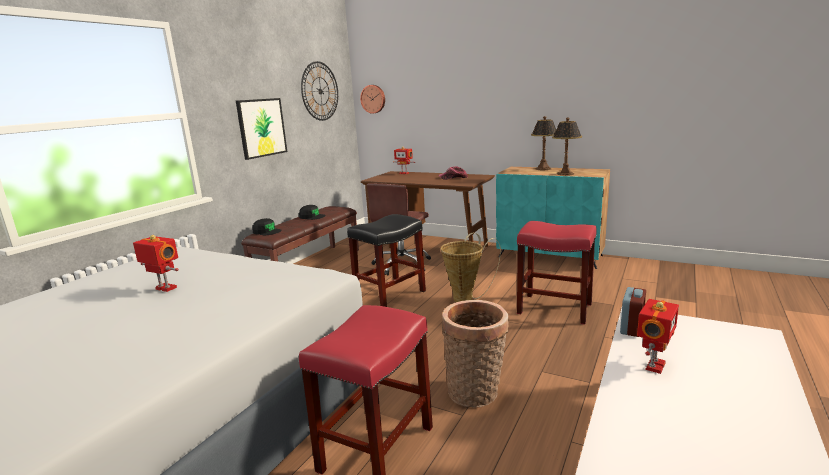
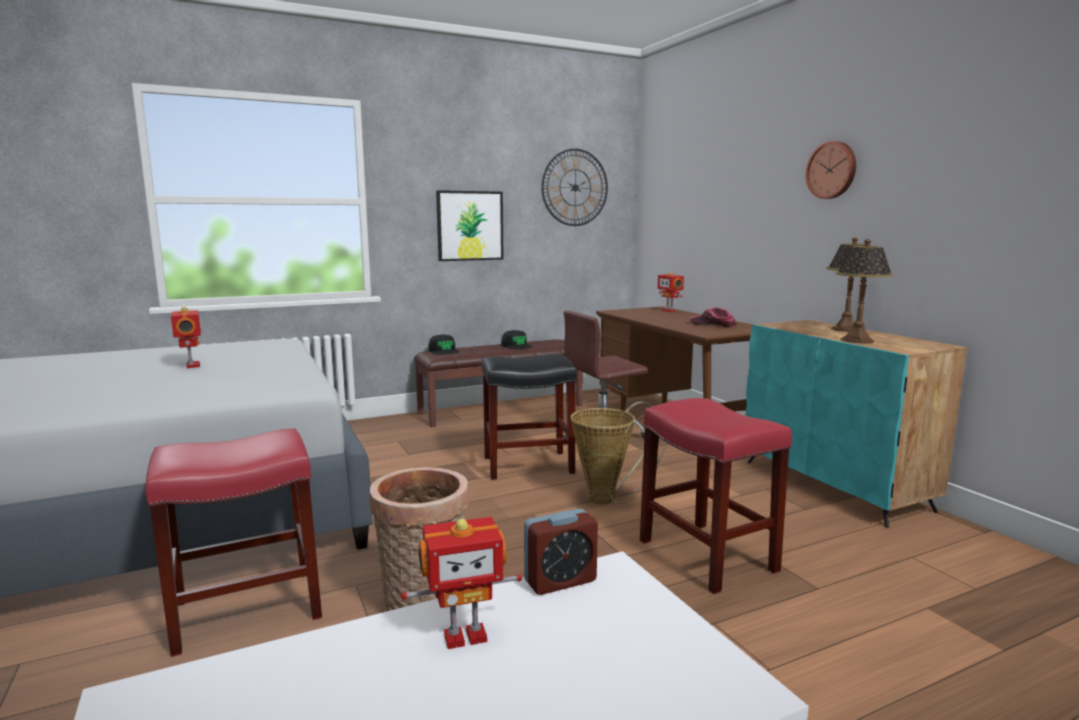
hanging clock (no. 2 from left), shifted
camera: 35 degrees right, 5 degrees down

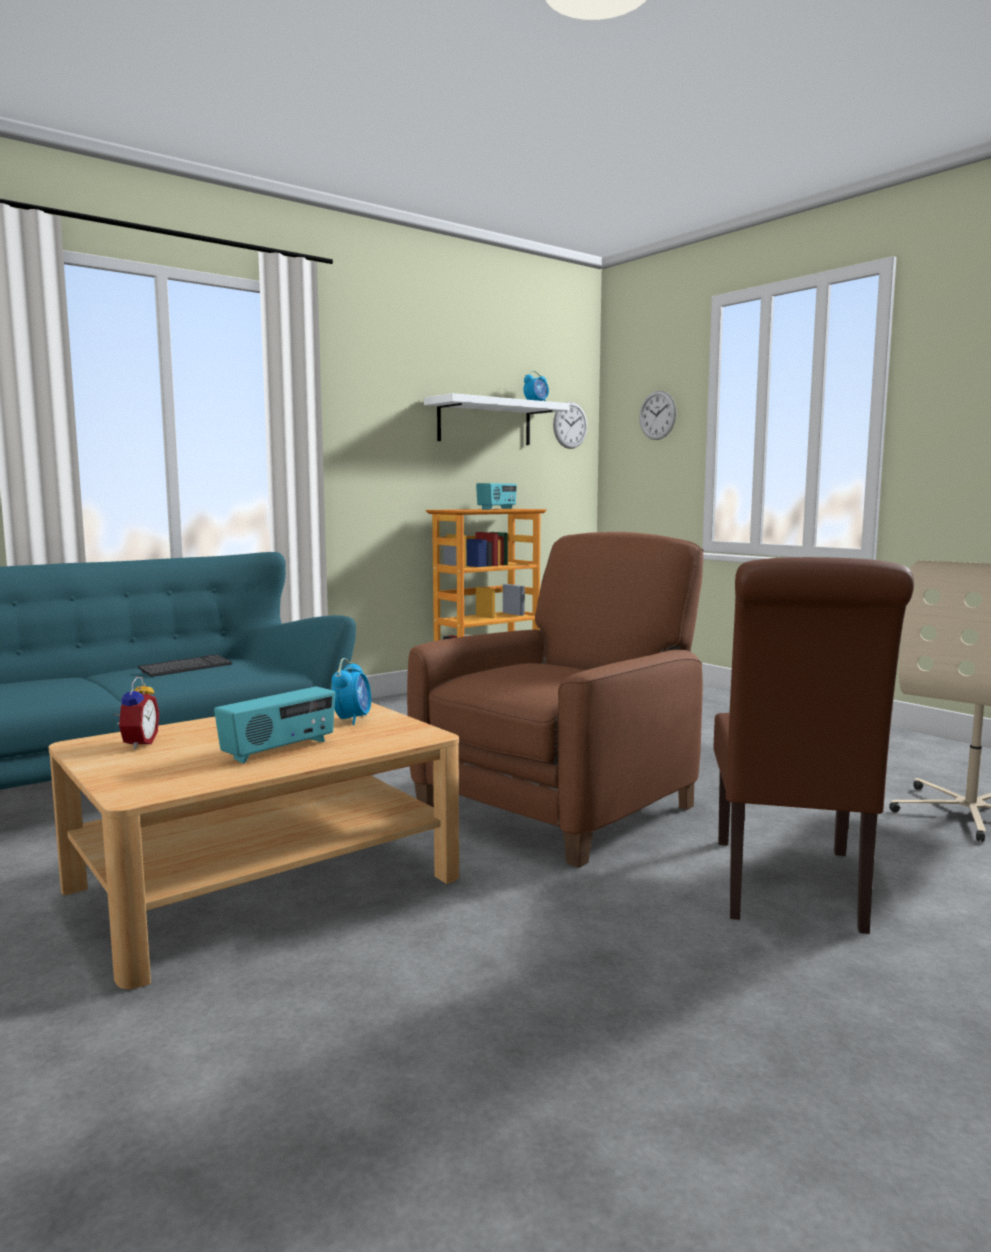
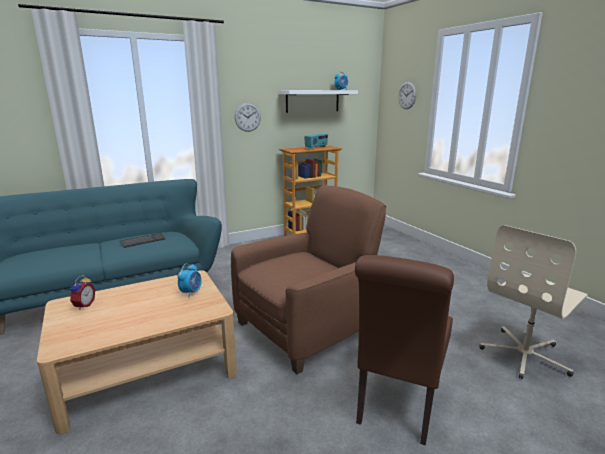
radio (no. 1 from left) => nothing
hanging clock (no. 1 from left), shifted
camera: 10 degrees right, 10 degrees up

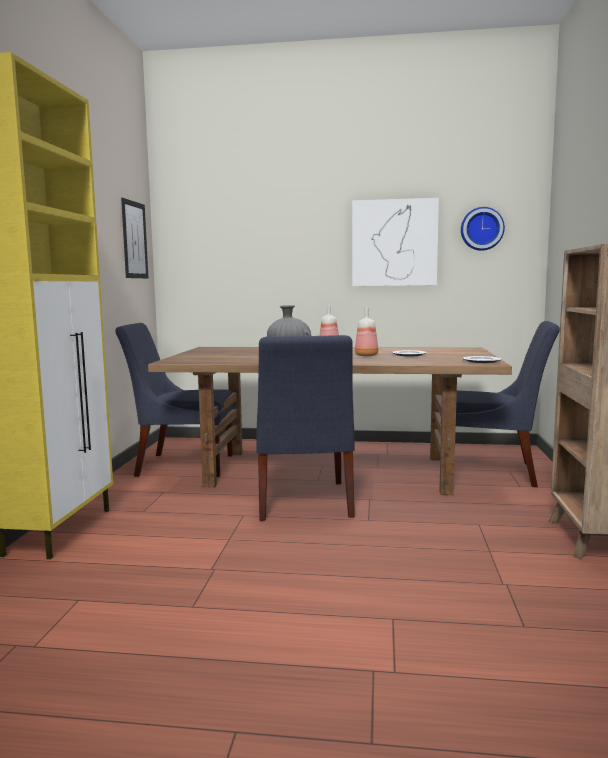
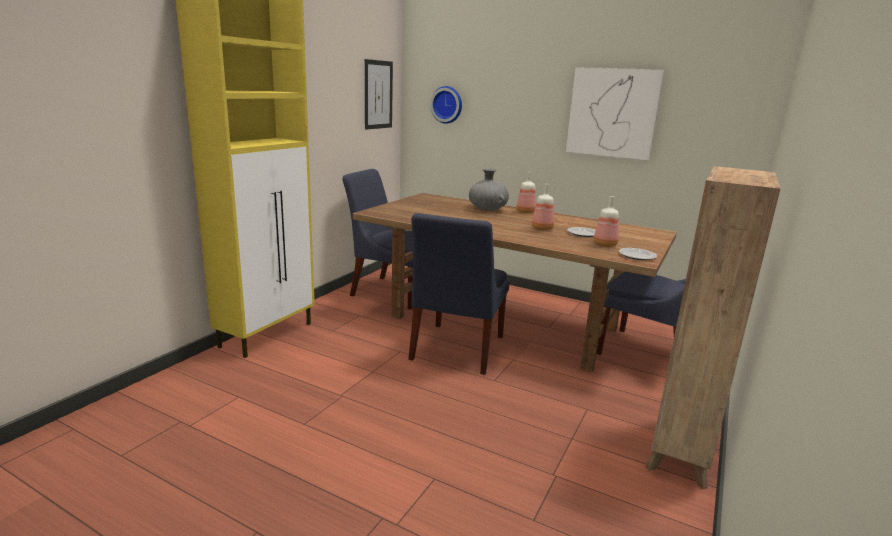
hanging clock, shifted
nothing => beverage bottle (no. 3 from left)
camera: 20 degrees right, 10 degrees up

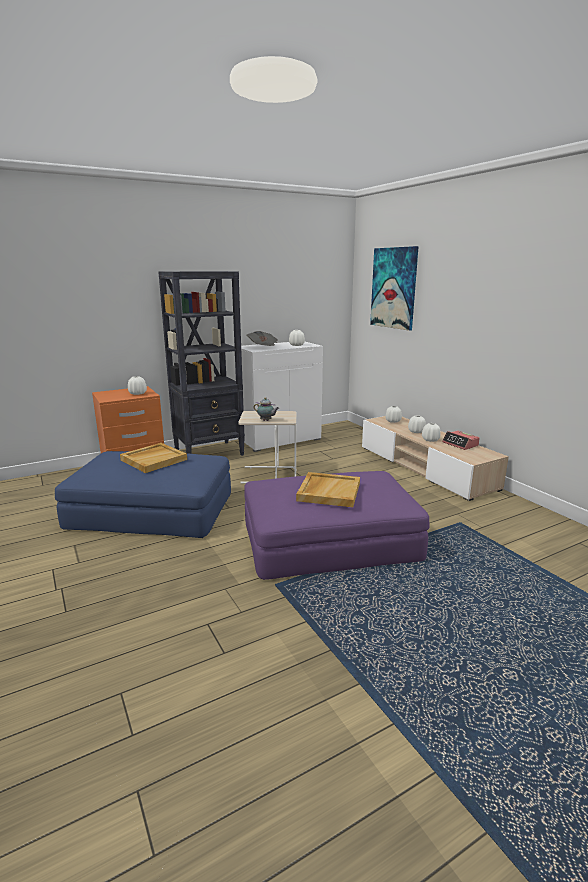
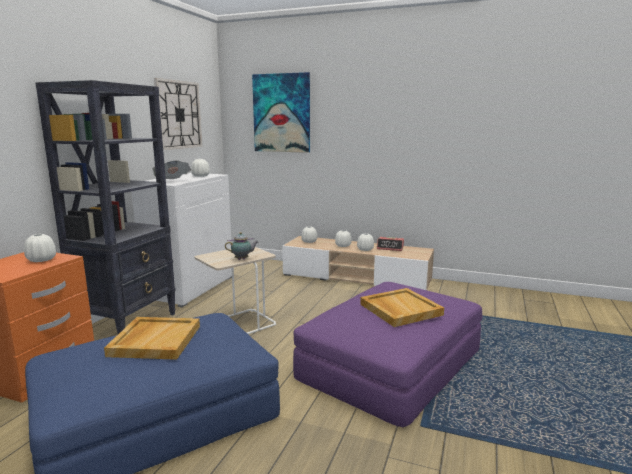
nothing => hanging clock
camera: 40 degrees left, 5 degrees down

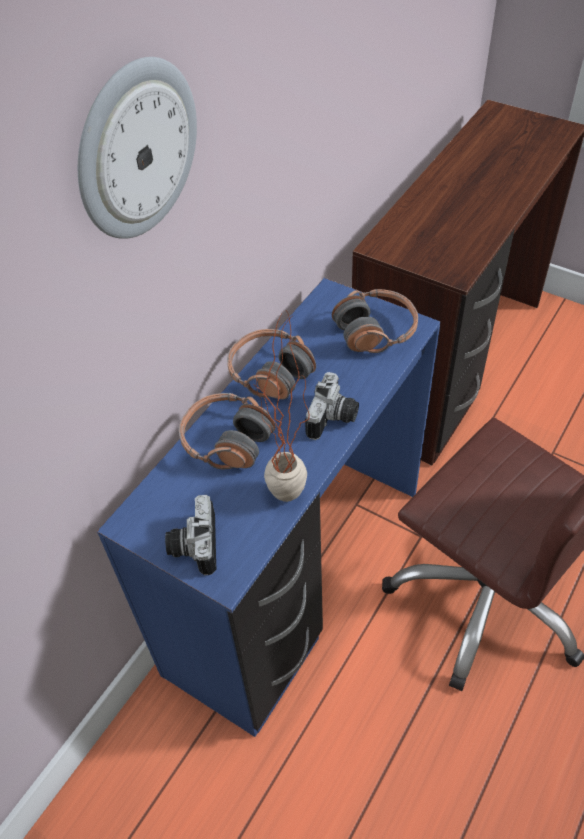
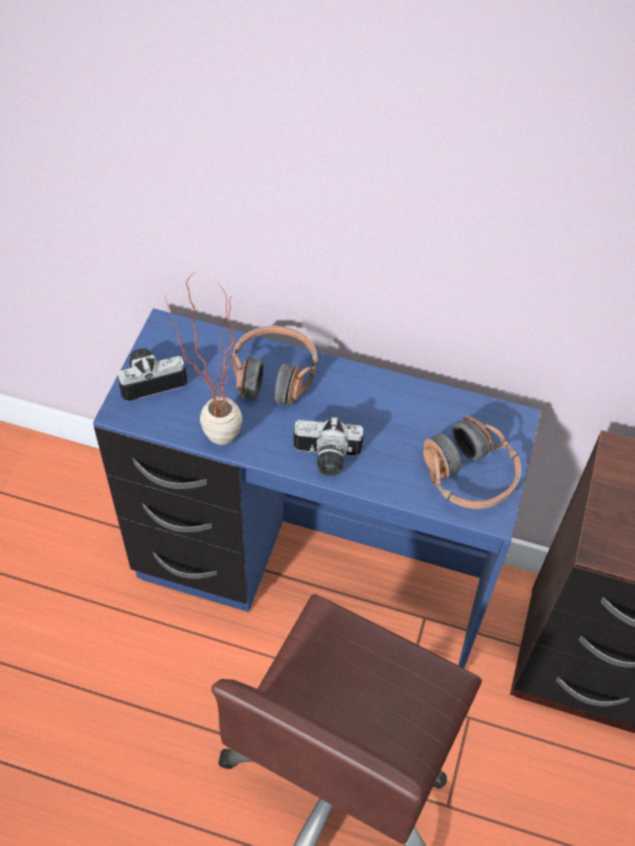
hanging clock => nothing
headset (no. 2 from left) => nothing
camera: 70 degrees right, 5 degrees up

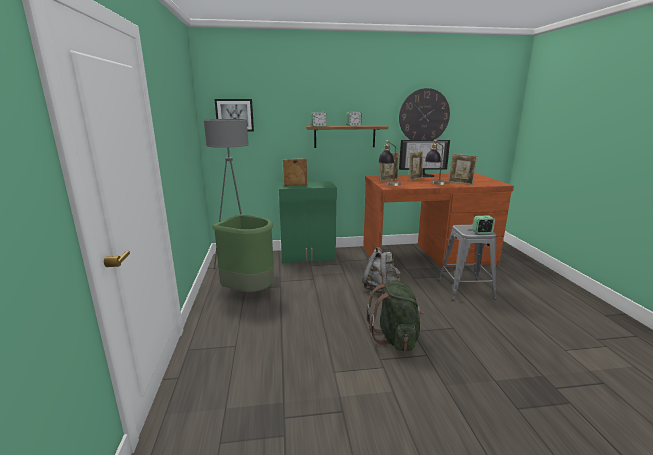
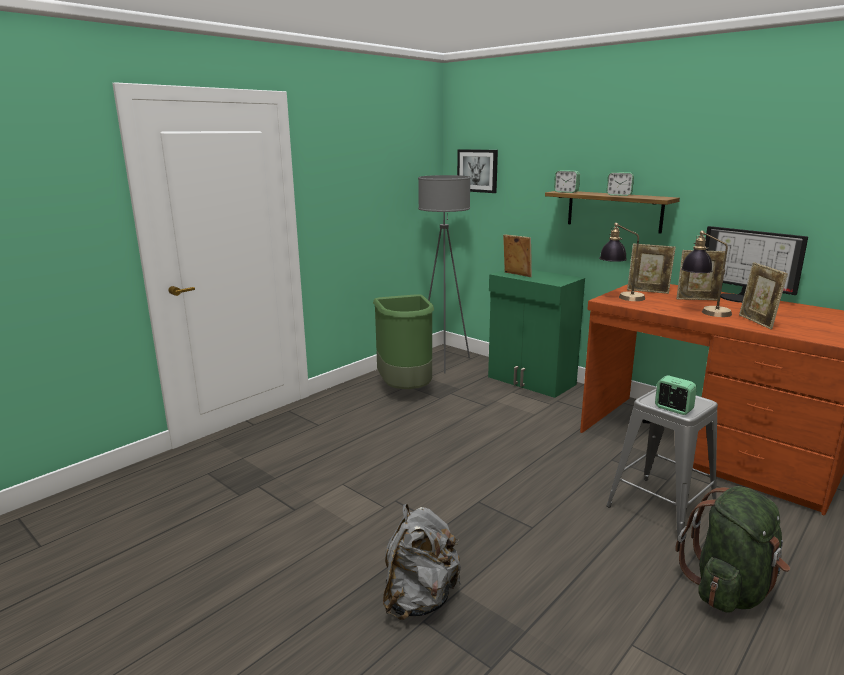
knapsack (greyish), shifted
knapsack (green), shifted
hanging clock => nothing
camera: 50 degrees right, 0 degrees up

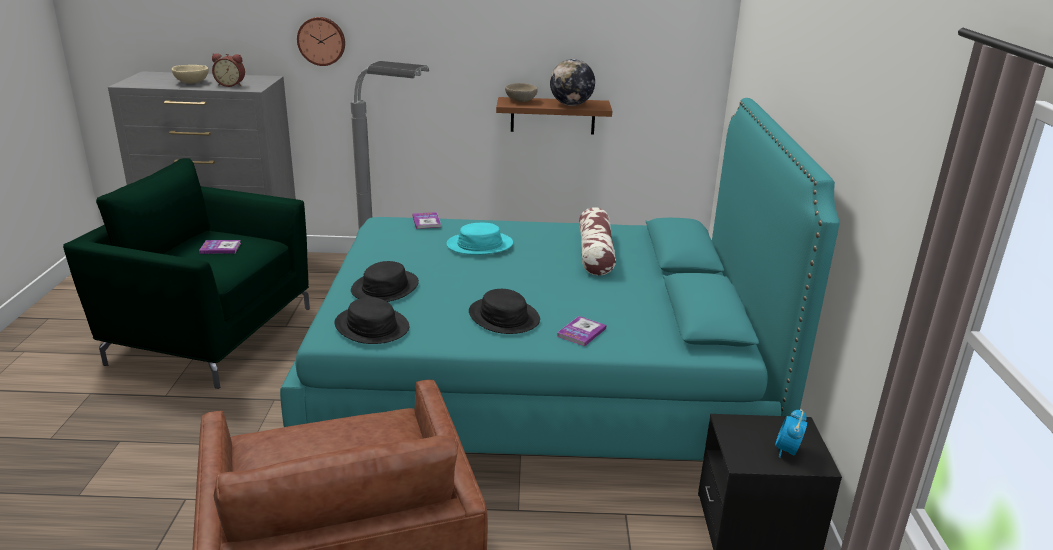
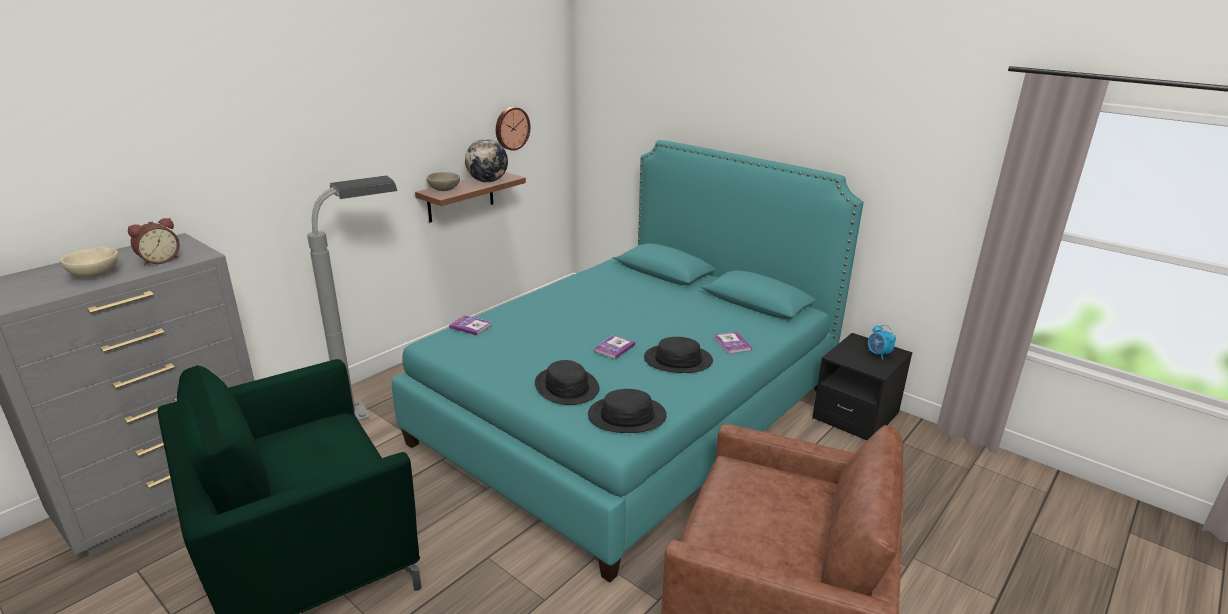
book (no. 1 from left in the first image) => book (no. 2 from left), shifted
hanging clock, shifted
hat (turquoise) => nothing
throw pillow => nothing
camera: 50 degrees left, 0 degrees up

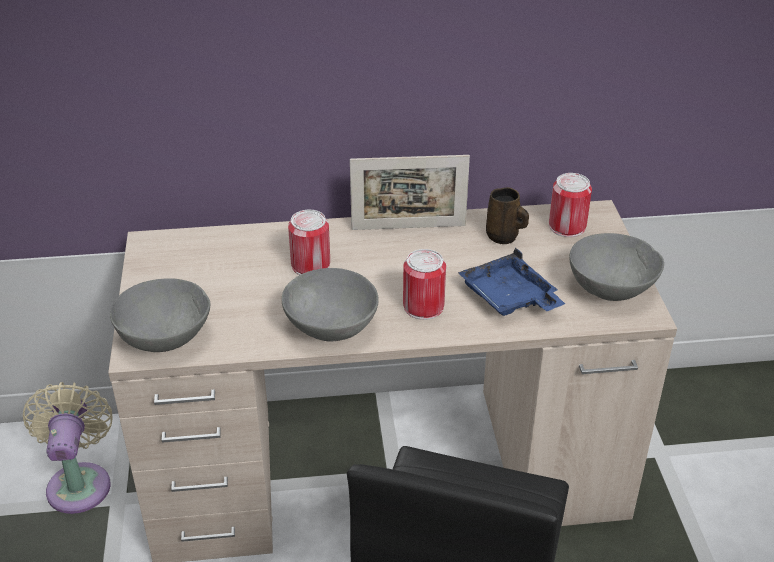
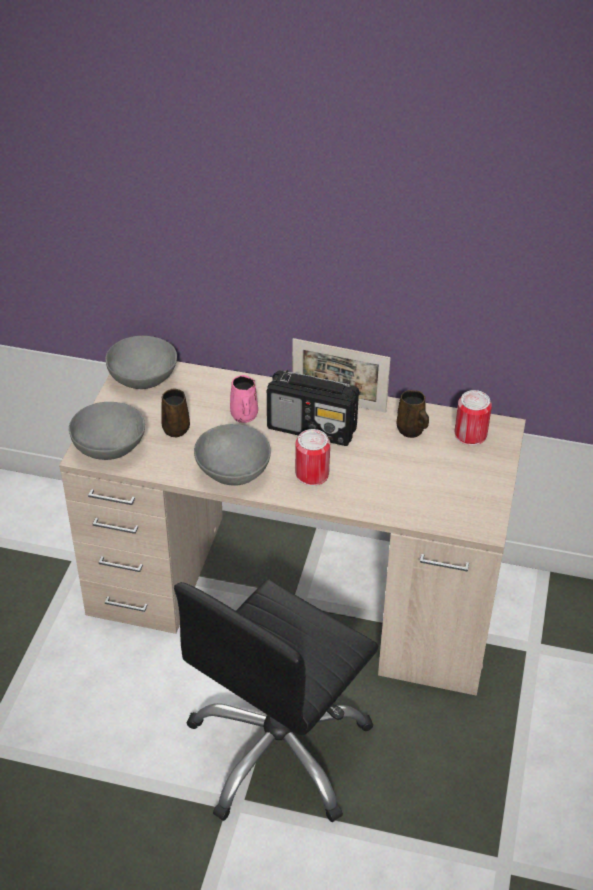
fan (beige-coloured) => nothing
metal can (no. 1 from left) => tea mug (pink-coloured)
carrying tray (bluish) => nothing
bowl (greyish) (no. 3 from left in the first image) => bowl (greyish) (no. 2 from left), shifted
nothing => tea mug (brownish) (no. 1 from left)
nothing => radio
camera: 20 degrees right, 5 degrees up

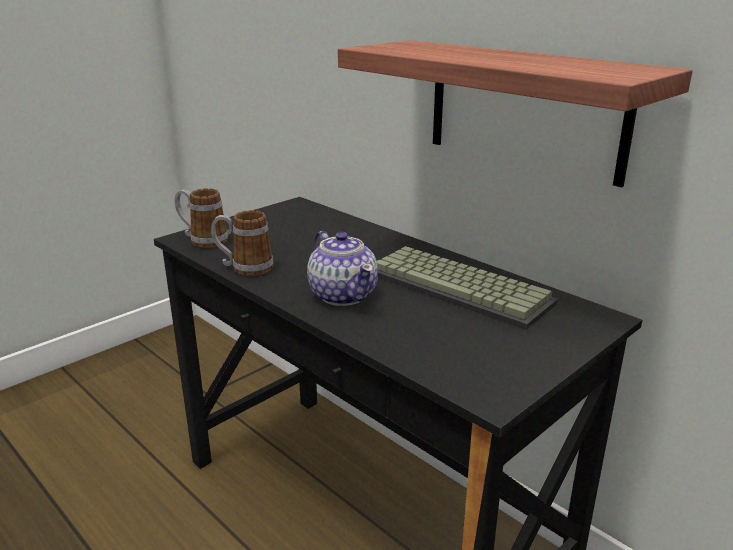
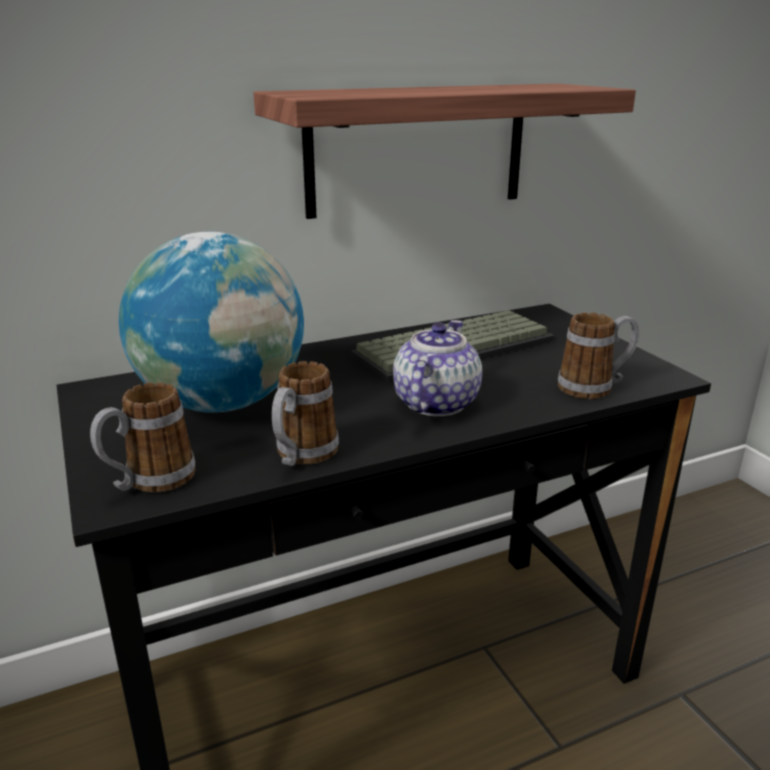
teapot, 60 degrees counterclockwise
nothing => desk globe
nothing => tea mug (no. 3 from left)
camera: 70 degrees left, 0 degrees up

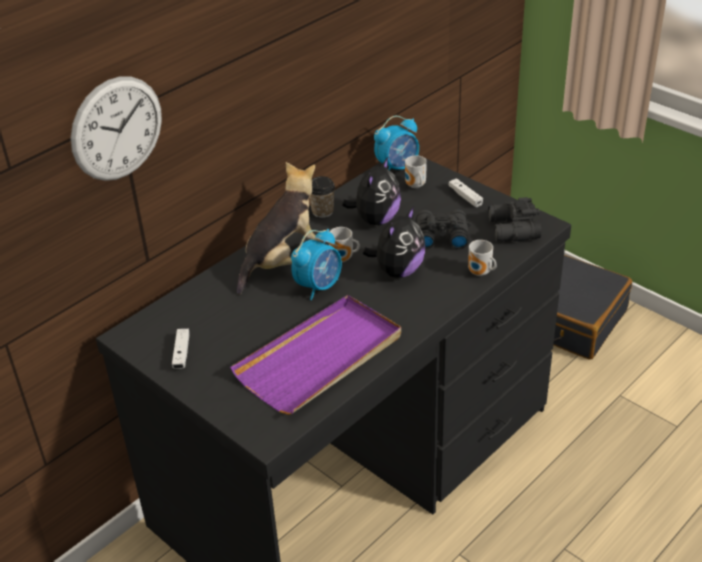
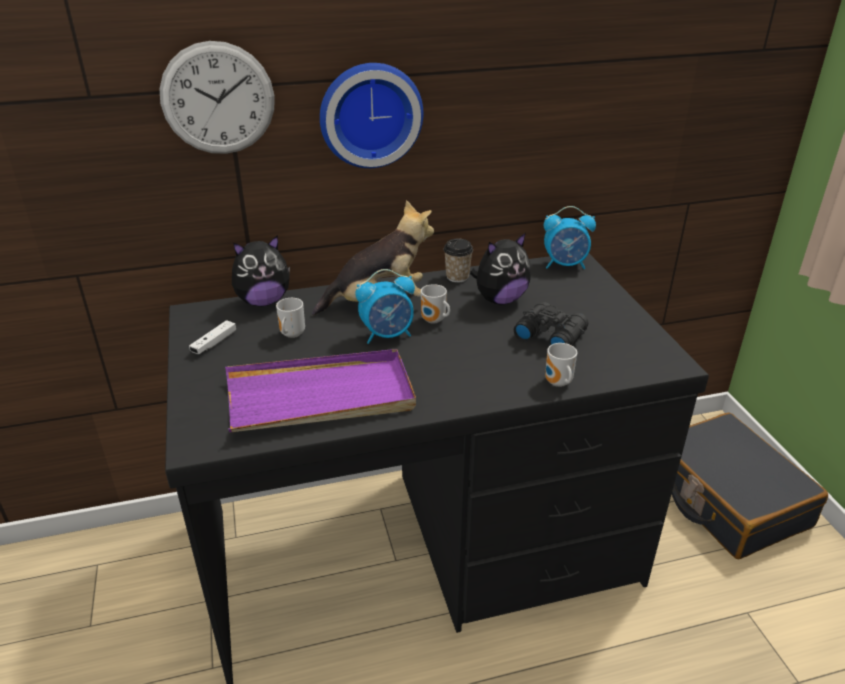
plush toy (no. 3 from left in the first image) => plush toy (no. 1 from left), shifted
tea mug (no. 2 from left in the first image) => tea mug (no. 1 from left), shifted
gamepad (whitish) (no. 2 from left) => nothing
binoculars (black-coloured) (no. 2 from left) => nothing
nothing => hanging clock (no. 2 from left)
camera: 30 degrees right, 5 degrees down

